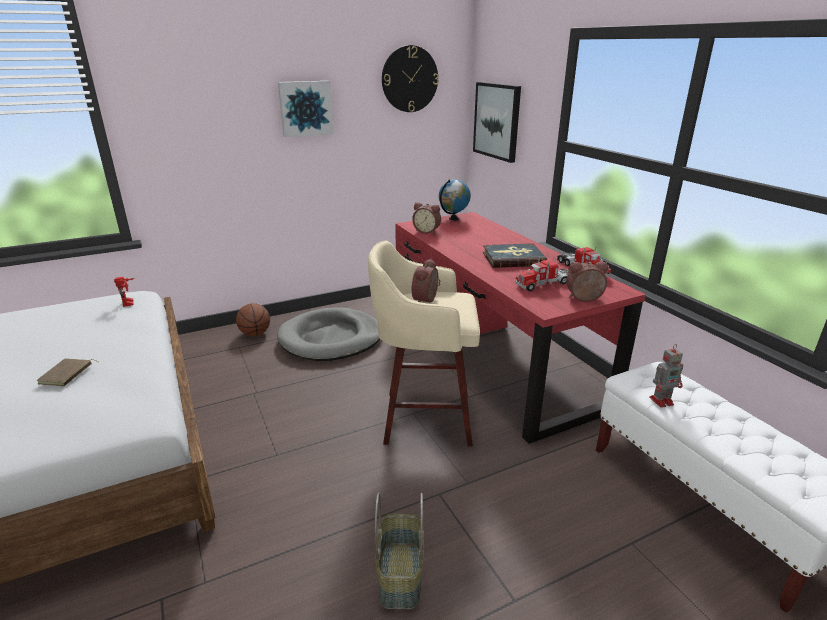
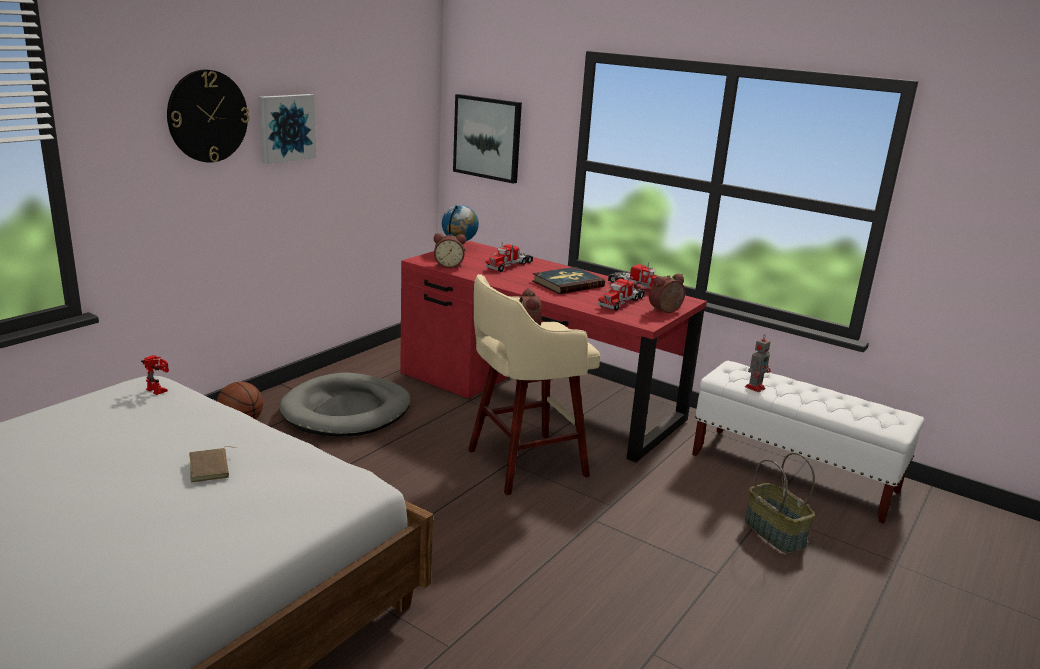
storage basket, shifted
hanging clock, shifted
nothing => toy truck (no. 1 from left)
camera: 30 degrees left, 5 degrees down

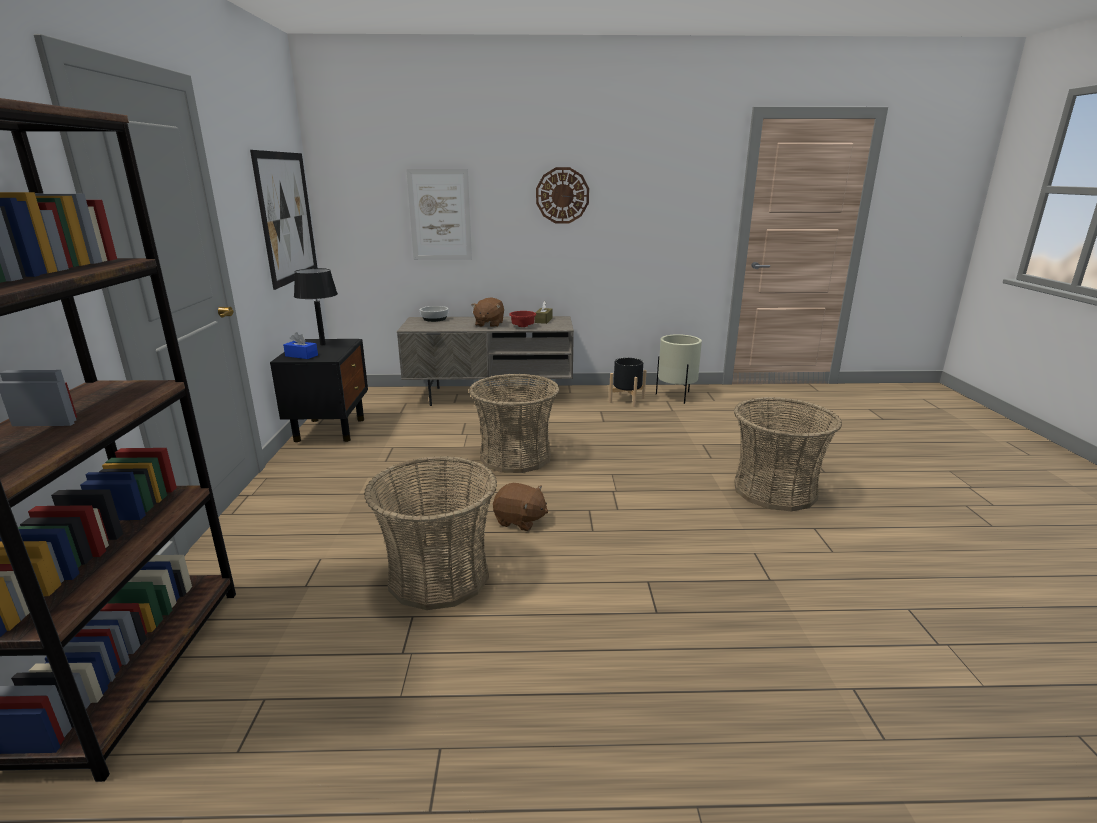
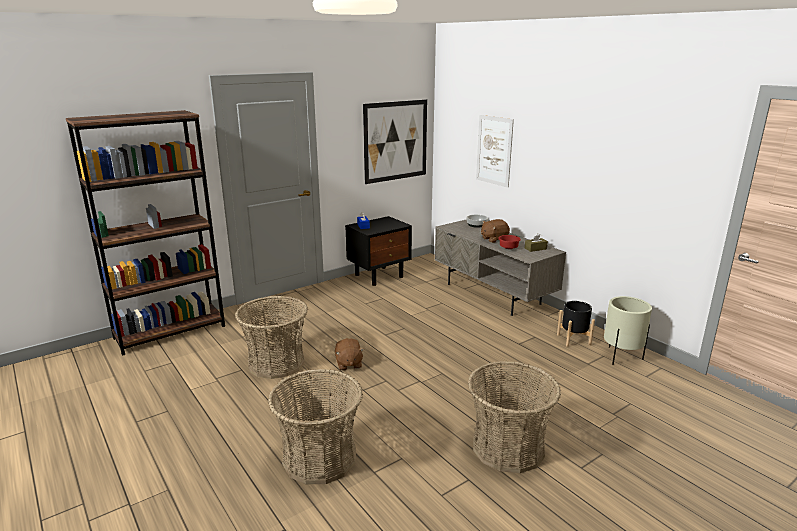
lamp for a table (black-coloured) => nothing
storage basket (no. 2 from left), shifted
hanging clock => nothing
camera: 55 degrees right, 0 degrees up

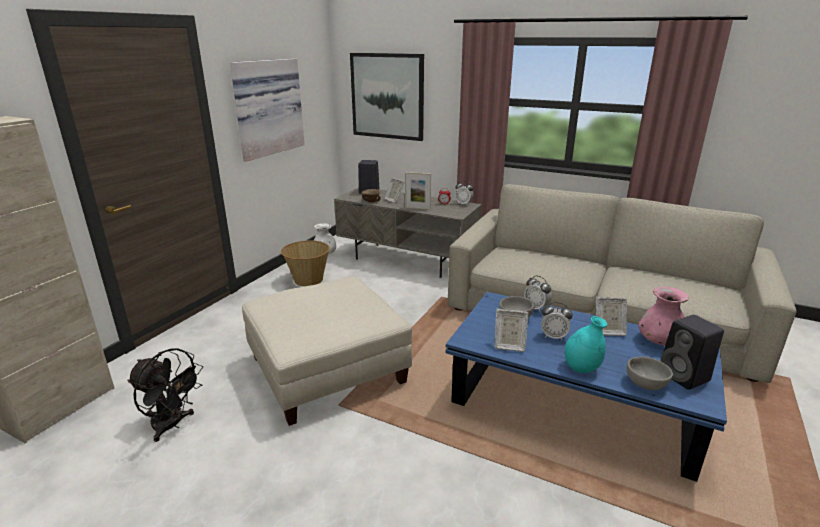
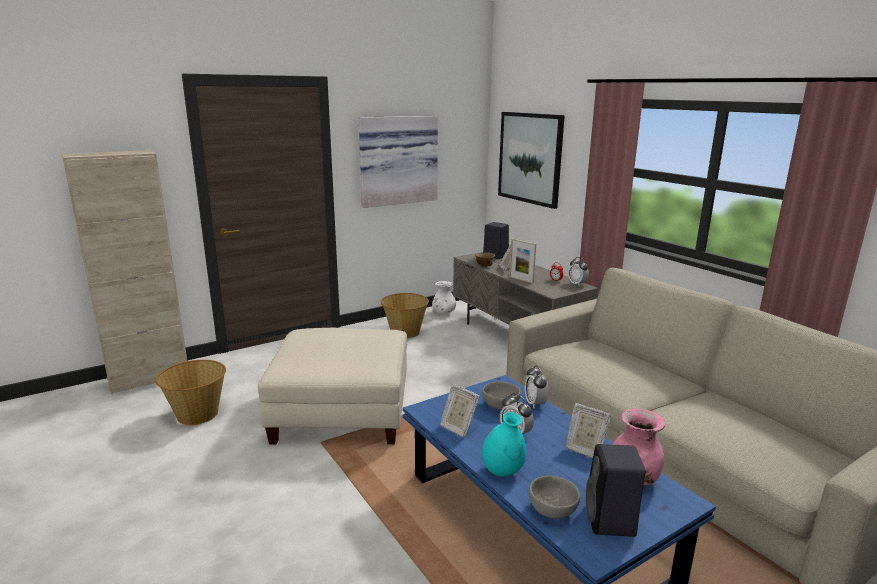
fan (black-coloured) => storage basket (no. 1 from left)
camera: 30 degrees right, 5 degrees down

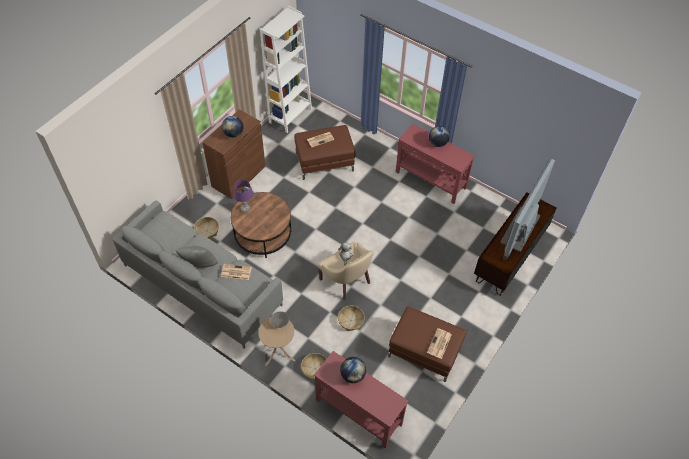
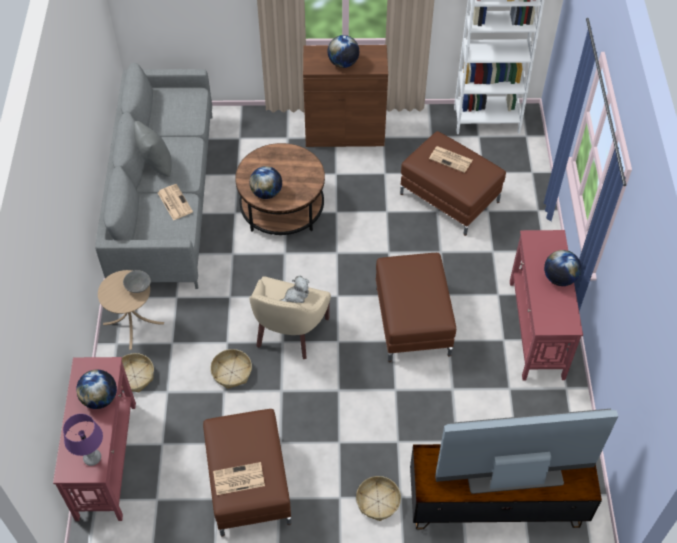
storage basket (no. 1 from left in the first image) => storage basket (no. 3 from left), shifted
lamp for a table (purple), shifted
nothing => desk globe (no. 2 from left)
nothing => ottoman (brownish) (no. 2 from left)
camera: 55 degrees right, 0 degrees up

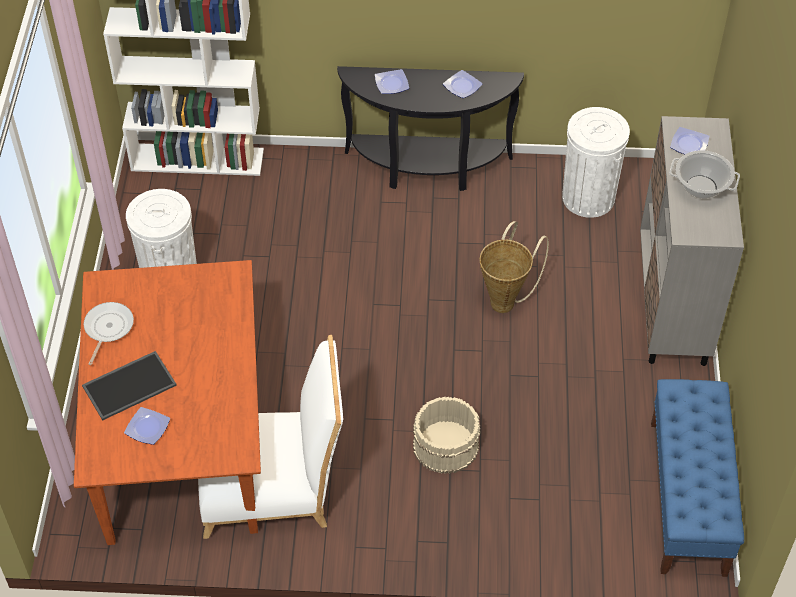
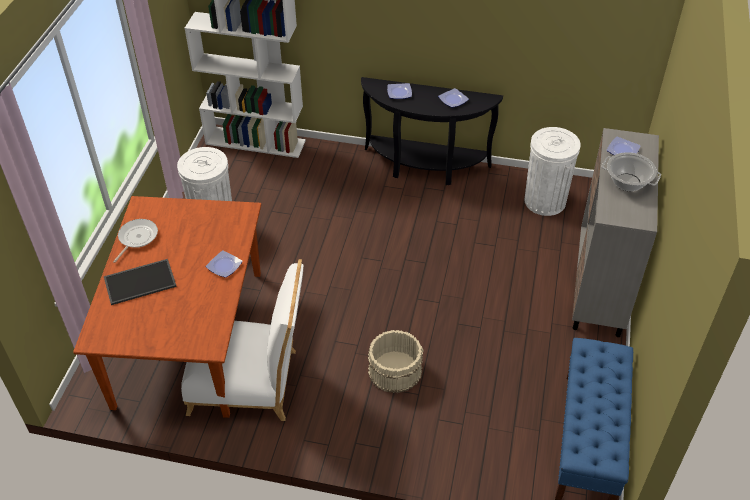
flat dish (no. 1 from left), shifted
storage basket => nothing
camera: 10 degrees right, 5 degrees down

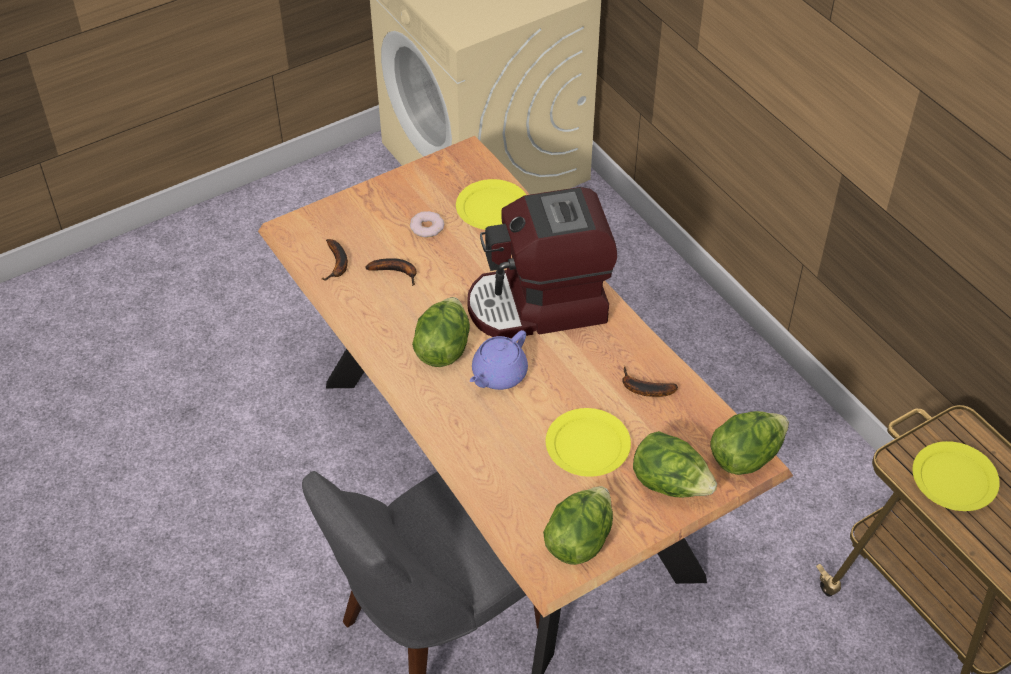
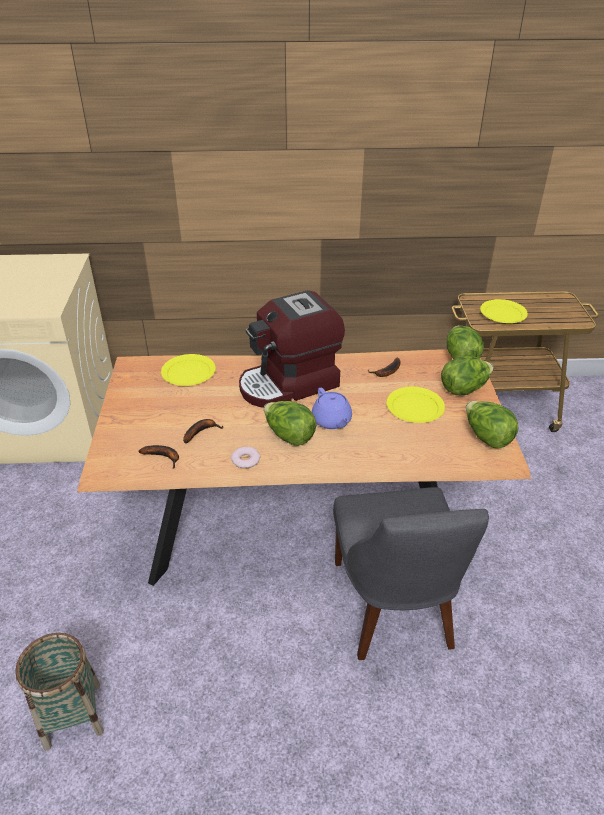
donut, shifted
coffee maker, 45 degrees clockwise
nothing => storage basket
camera: 60 degrees left, 10 degrees down

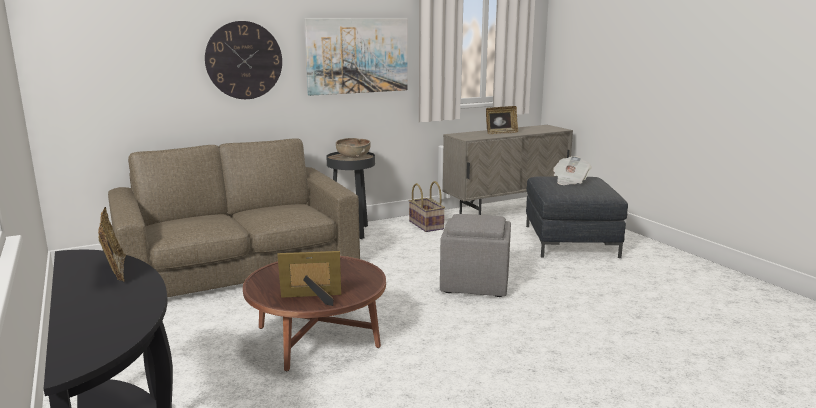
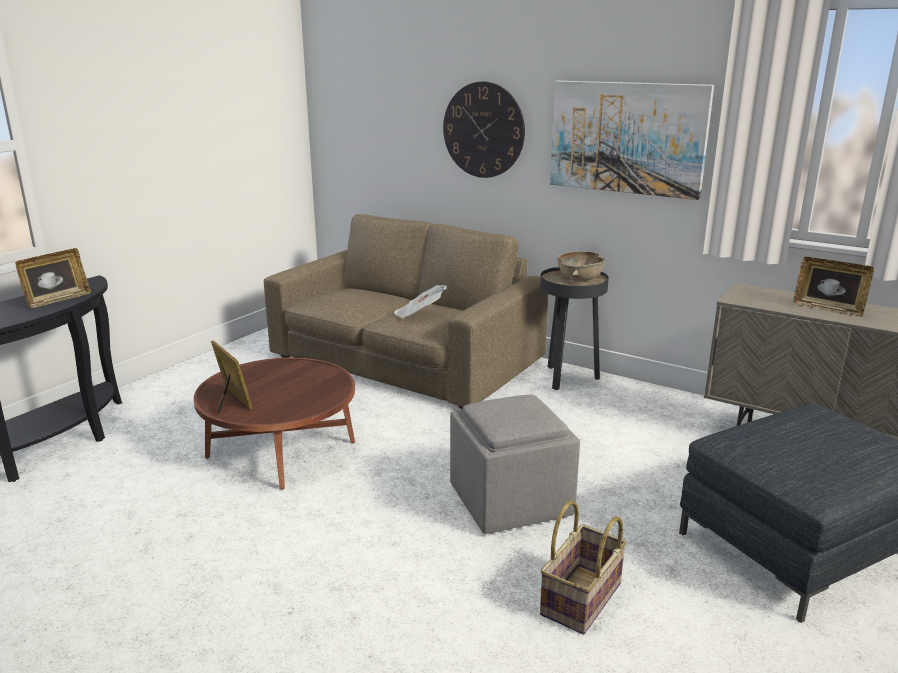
storage basket, shifted
newspaper, shifted
camera: 60 degrees right, 5 degrees up

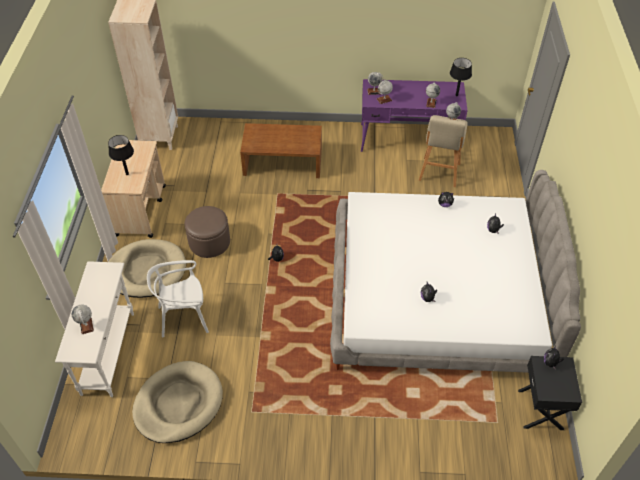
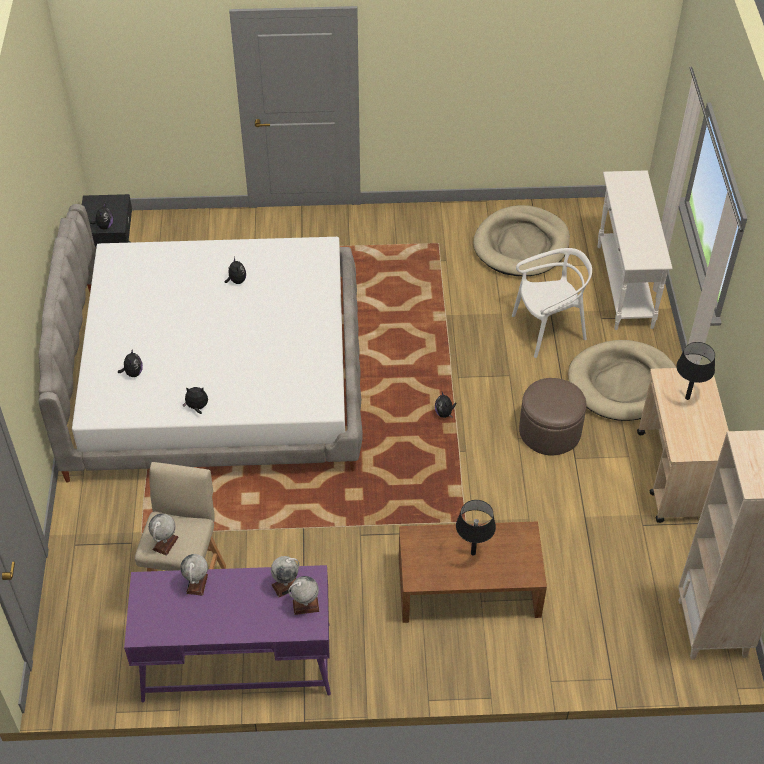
desk globe (no. 1 from left) => nothing
lamp for a table (black-coloured) (no. 2 from left in the first image) => lamp for a table (black-coloured) (no. 1 from left), shifted
camera: 175 degrees right, 0 degrees up

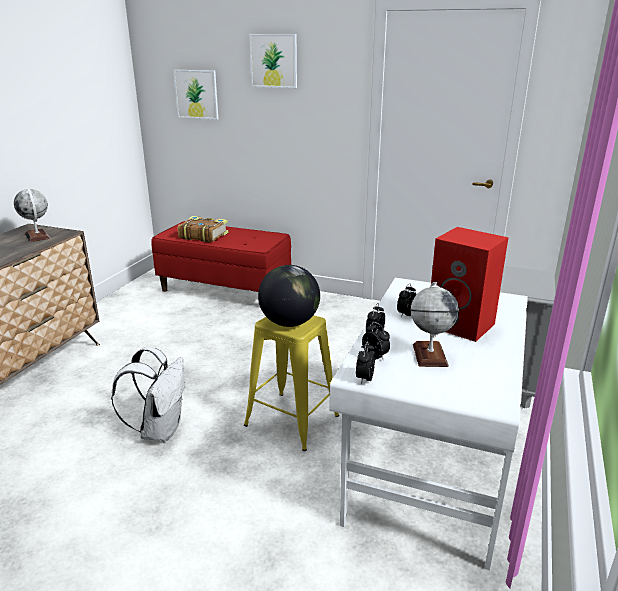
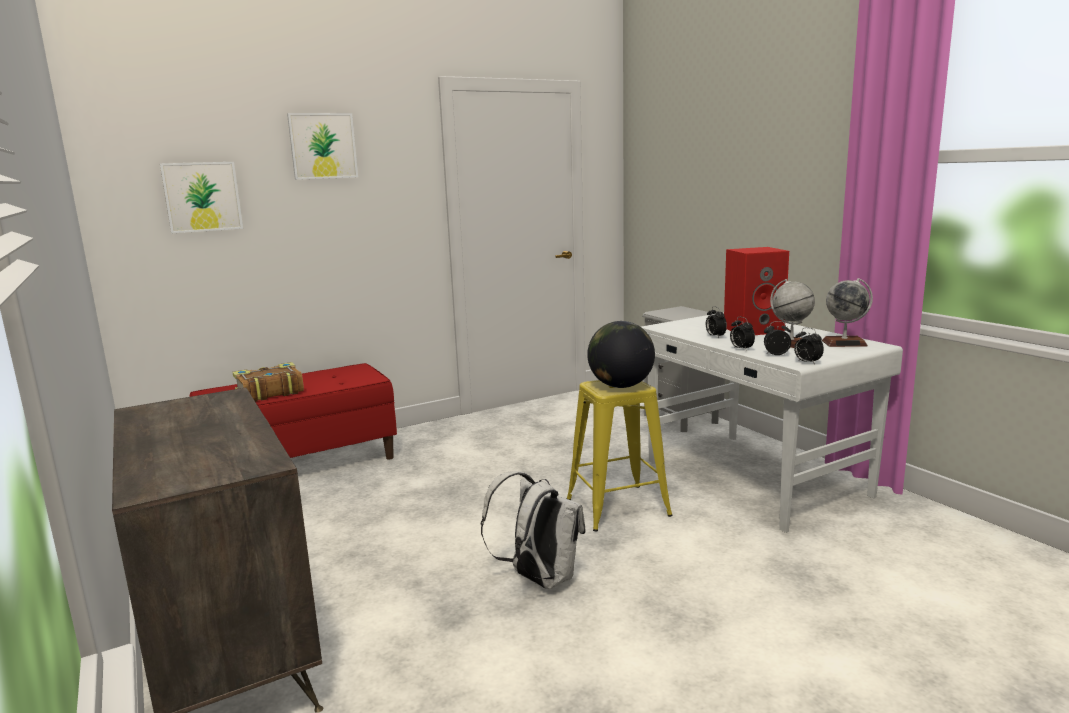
desk globe (no. 1 from left in the first image) => desk globe (no. 3 from left), shifted
camera: 50 degrees left, 10 degrees down

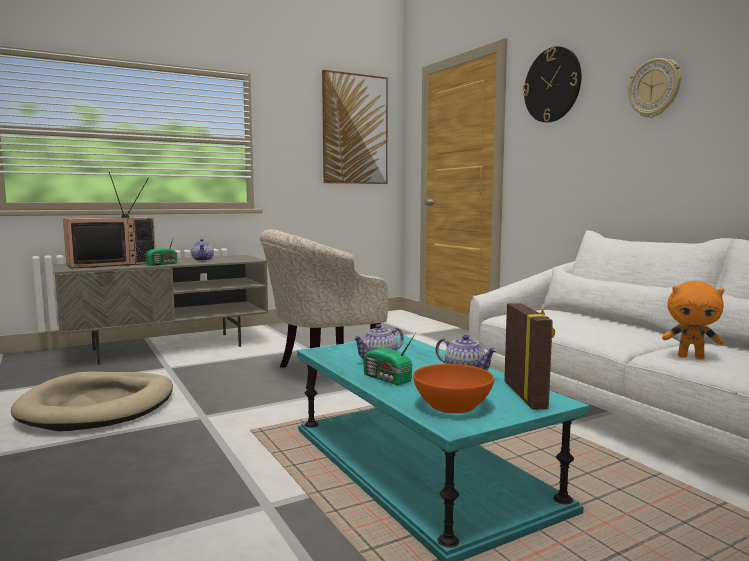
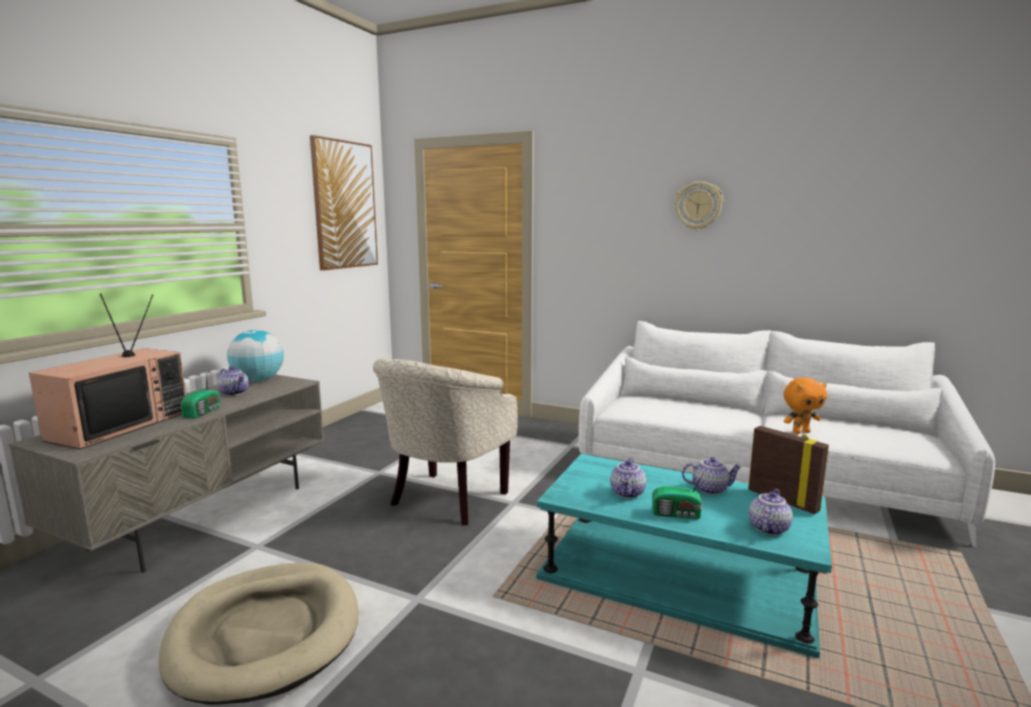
bowl (orangey) => teapot (no. 4 from left)
hanging clock (no. 1 from left) => nothing
nothing => desk globe
camera: 35 degrees left, 5 degrees up

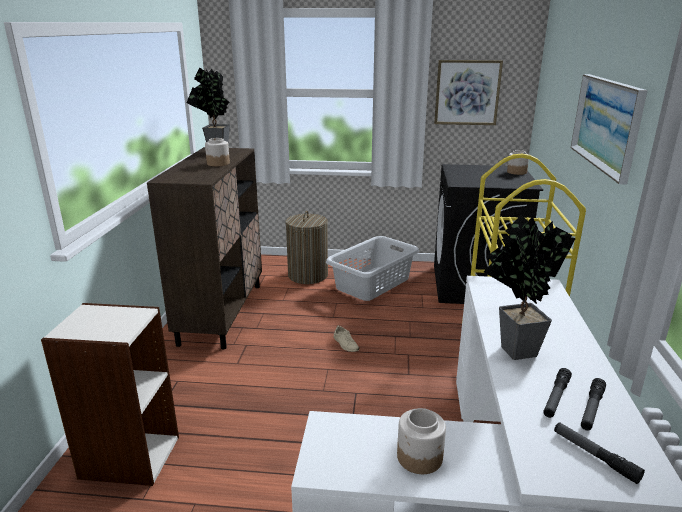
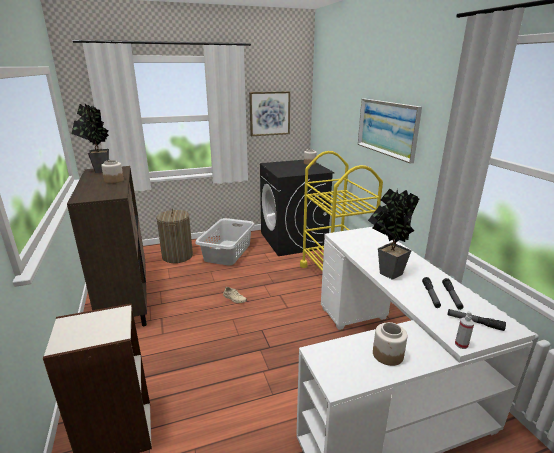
nothing => sprayer
camera: 25 degrees left, 0 degrees up

